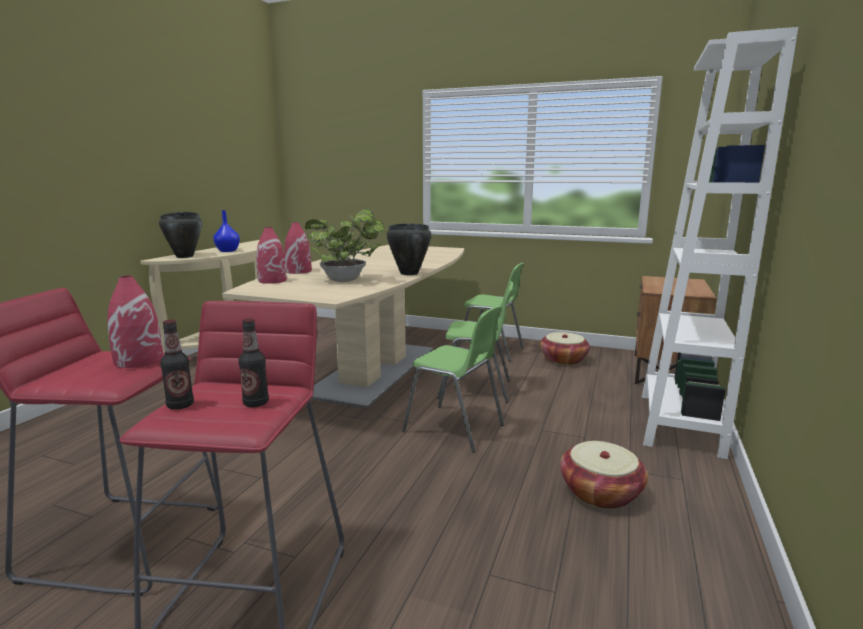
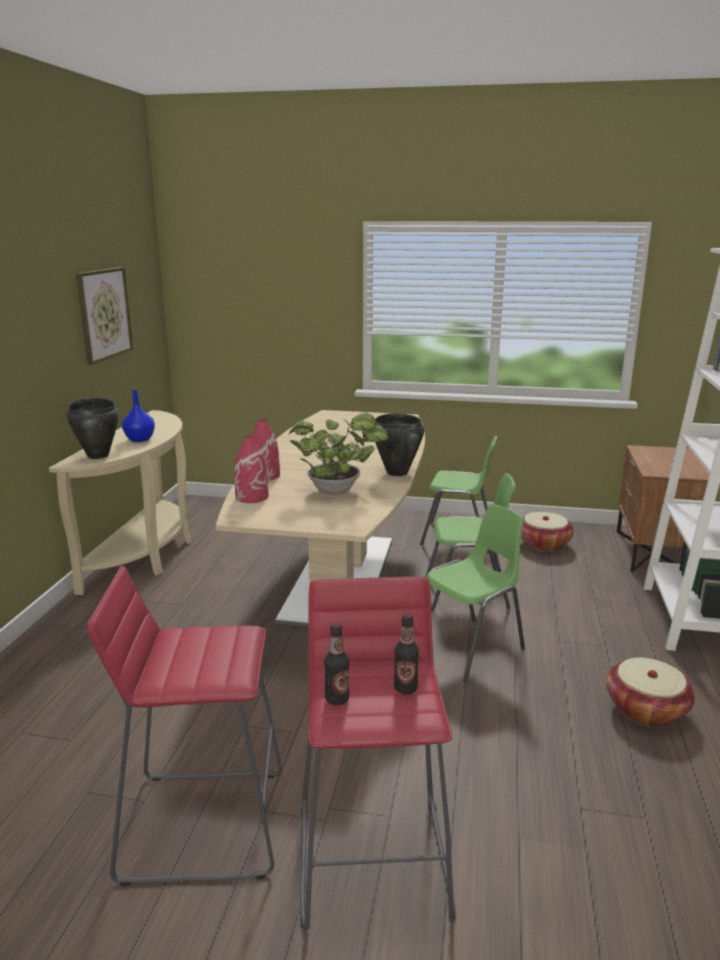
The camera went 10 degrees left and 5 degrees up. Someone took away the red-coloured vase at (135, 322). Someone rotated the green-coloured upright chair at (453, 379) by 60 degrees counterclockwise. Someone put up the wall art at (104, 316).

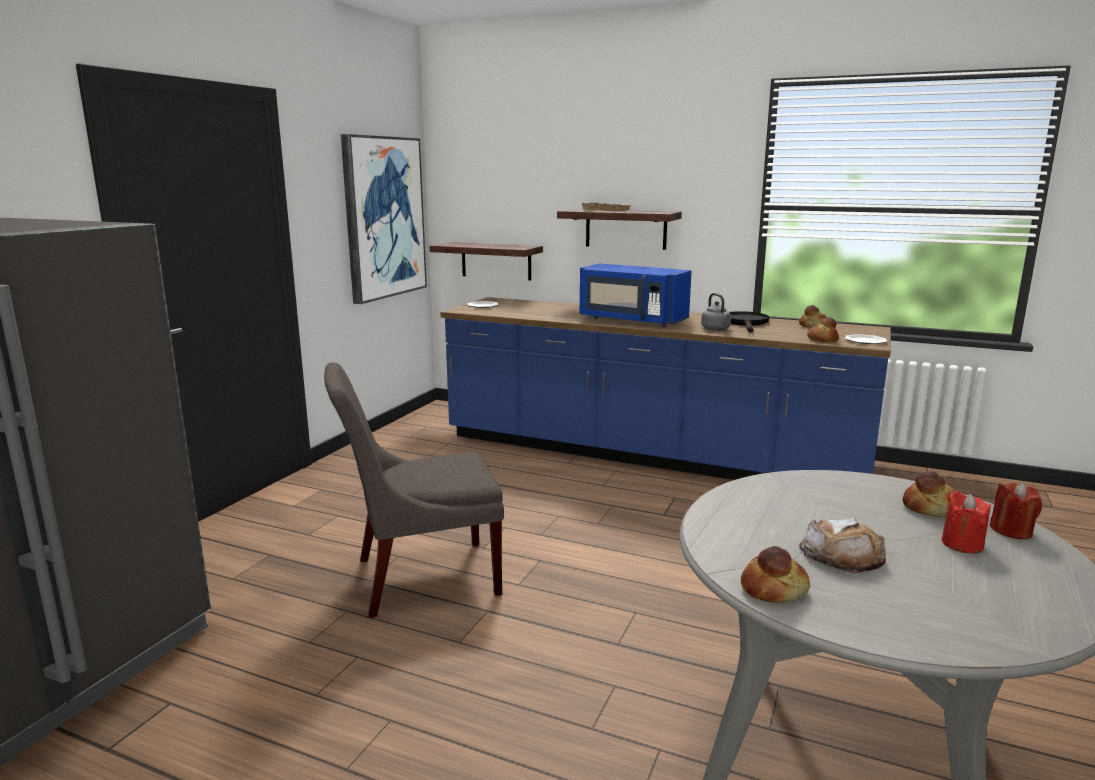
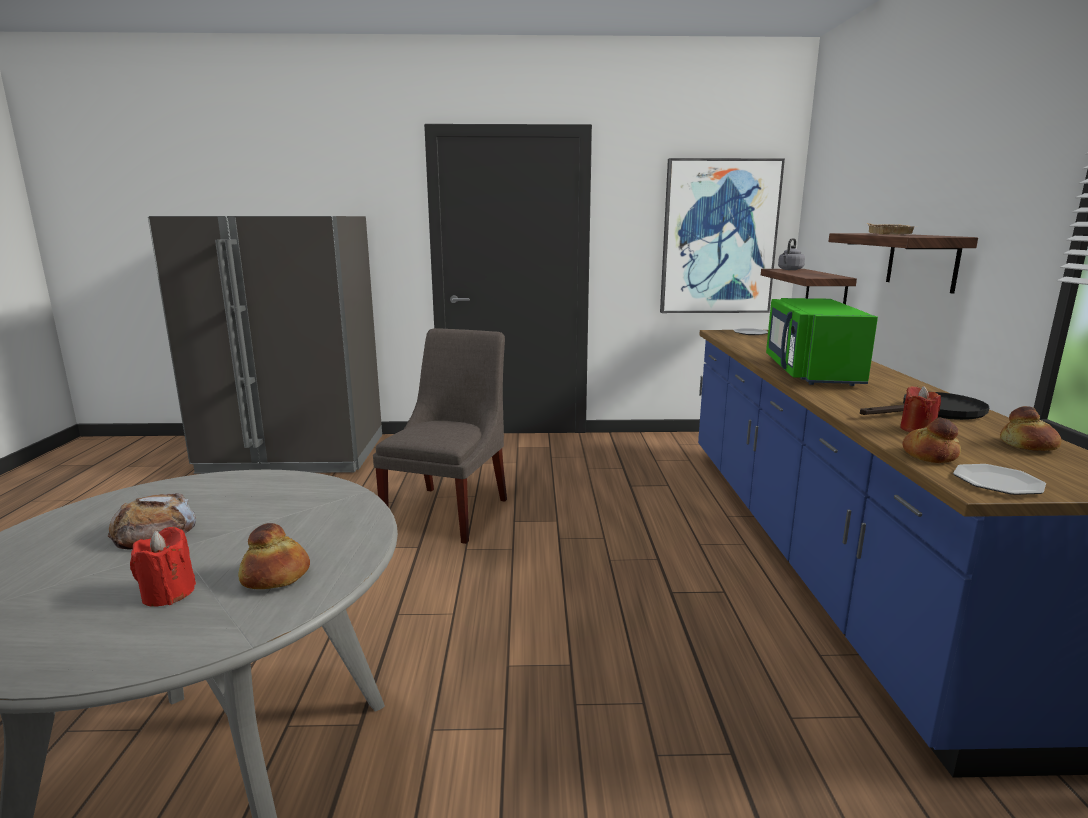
The camera went 65 degrees right and 0 degrees up. Someone repainted the blue-coloured microwave oven at (635, 295), which became the green-coloured microwave oven at (822, 342). Someone carried the greyish water kettle from (716, 312) to (791, 254). Someone rotated the greyish upright chair at (414, 490) by 60 degrees clockwise. Someone carried the red-coloured candle from (1015, 510) to (920, 409). Someone took away the baked bread at (775, 574).

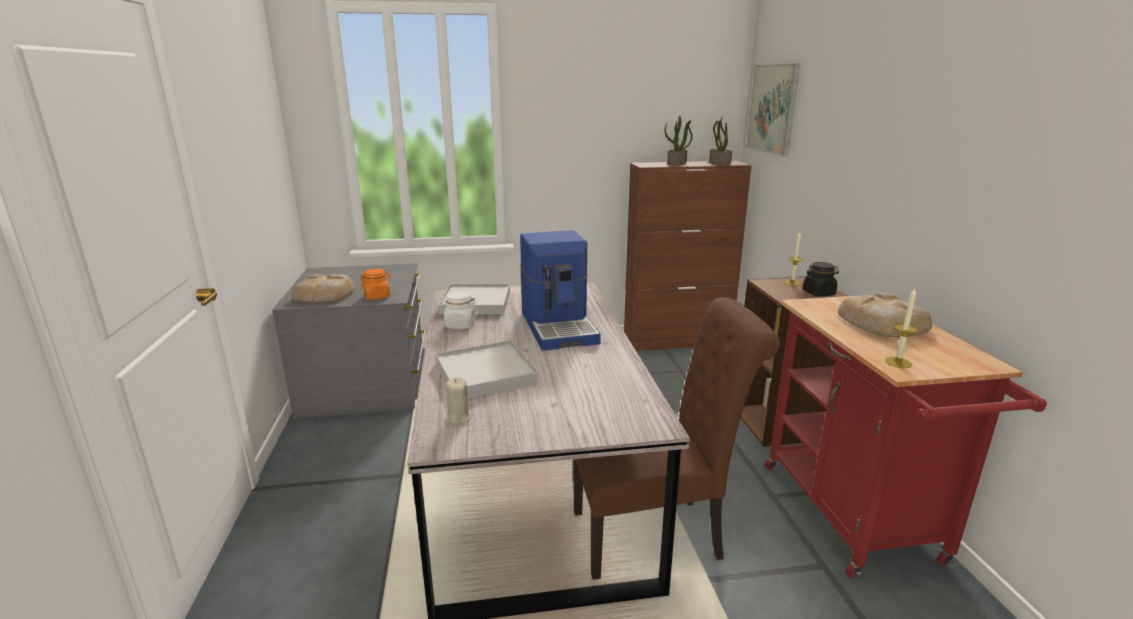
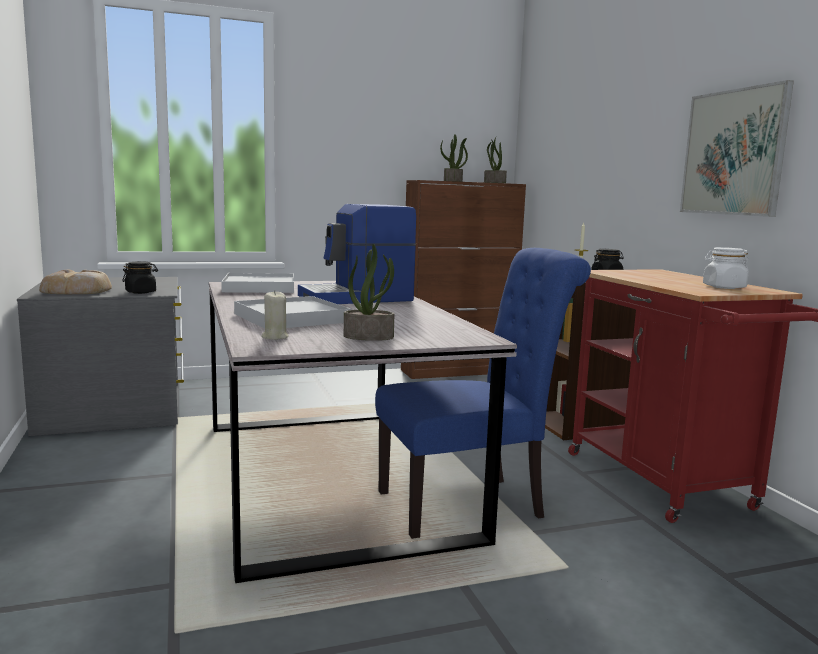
The camera went 10 degrees left and 10 degrees down. Someone carried the wall art from (773, 110) to (737, 148). Someone rotated the coffee brewer at (560, 290) by 90 degrees clockwise. Someone repainted the orange-coloured jar at (375, 284), which became the black jar at (140, 277). Someone took away the candle at (901, 328). Someone carried the whitish jar from (459, 310) to (726, 268). Someone took away the baked bread at (885, 315). Someone repainted the brown upright chair at (676, 438), which became the blue-coloured upright chair at (483, 393). Someone put down the plant in a pot at (369, 292).

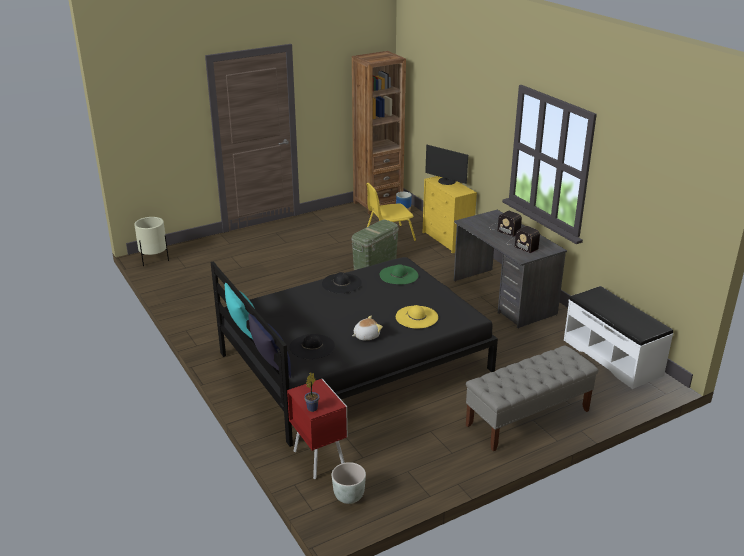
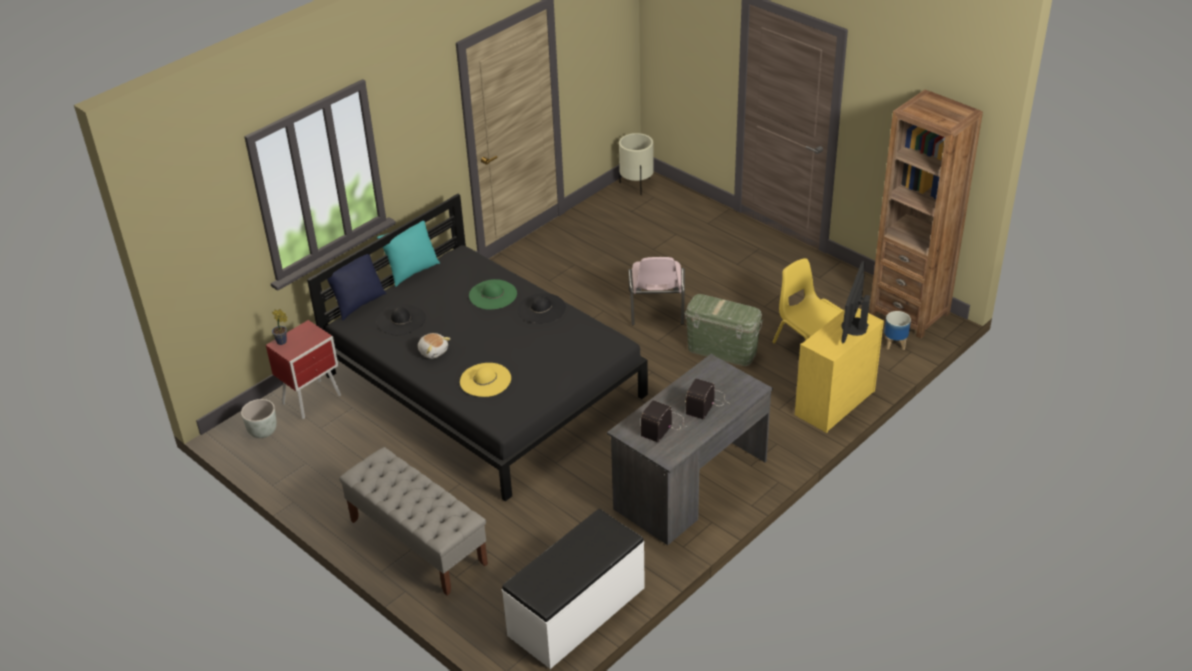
The camera went 75 degrees right and 10 degrees up. Someone carried the green-coloured wearable hat from (399, 274) to (493, 294). Someone put down the pink-coloured upright chair at (657, 291).

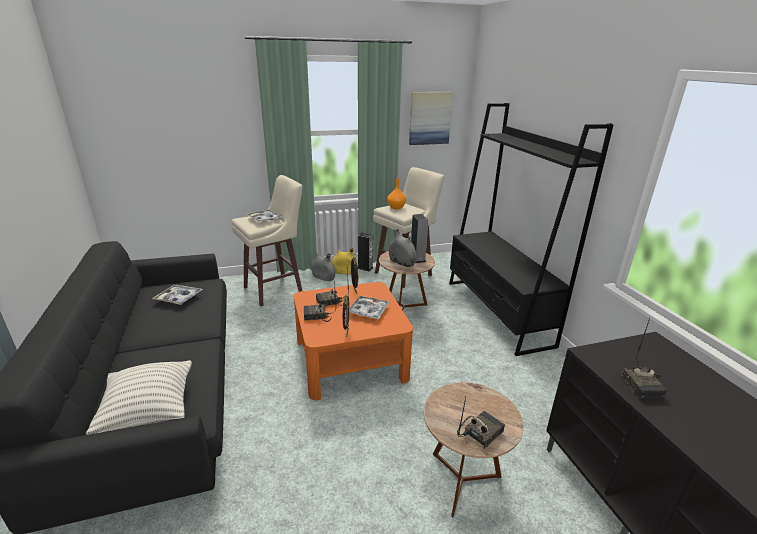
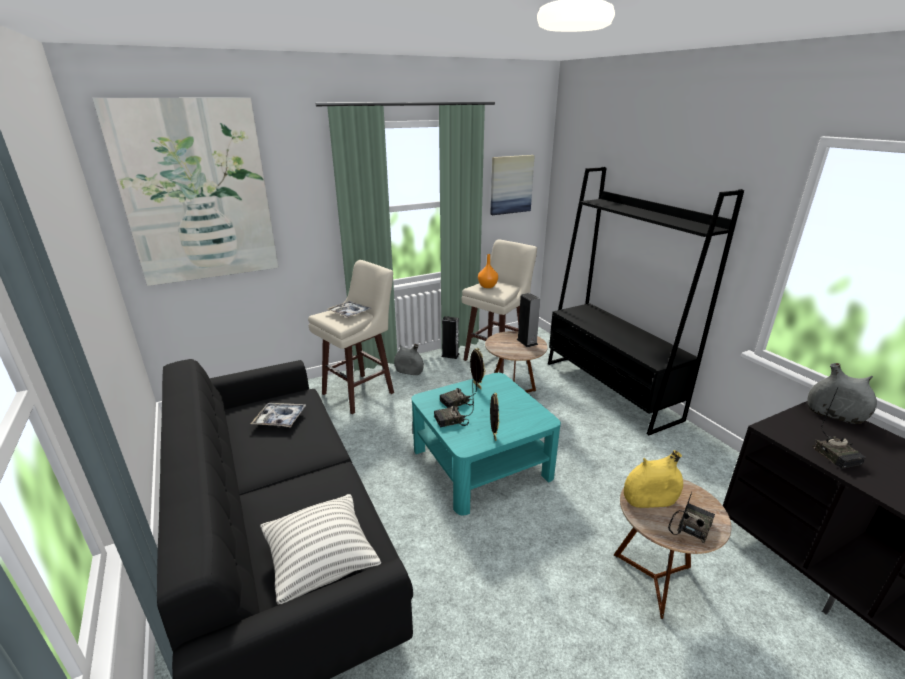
The camera went 10 degrees left and 0 degrees up. Someone carried the greyish vase from (402, 248) to (842, 393). Someone carried the yellow-coloured vase from (345, 261) to (653, 479). Someone repainted the orange-coloured low table at (353, 341), which became the turquoise low table at (486, 444). Someone took away the tray at (369, 307). Someone put up the wall art at (185, 191).

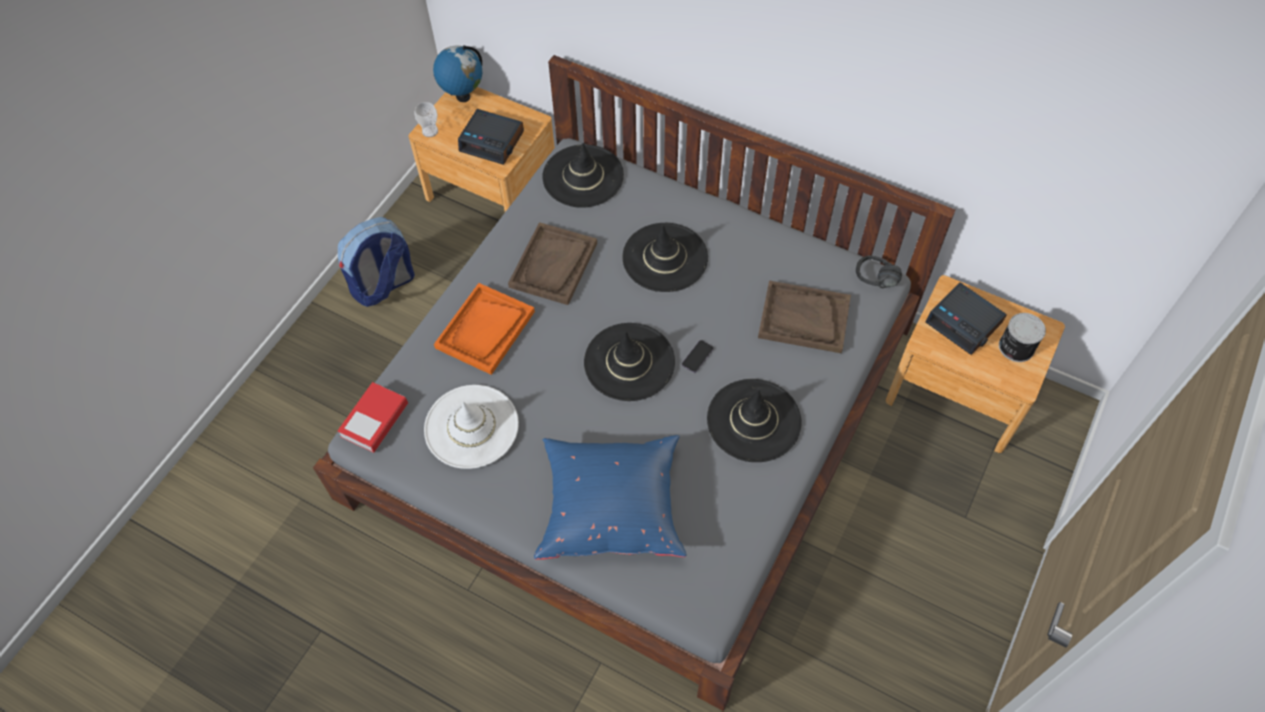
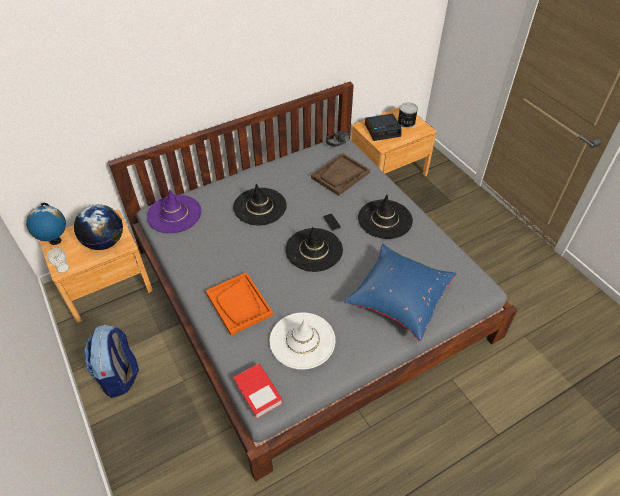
The camera went 60 degrees left and 10 degrees down. Someone swapped the table clock at (491, 137) for the desk globe at (98, 227). Someone repainted the black wearable hat at (583, 175), which became the purple-coloured wearable hat at (174, 211). Someone took away the brown tray at (552, 263).

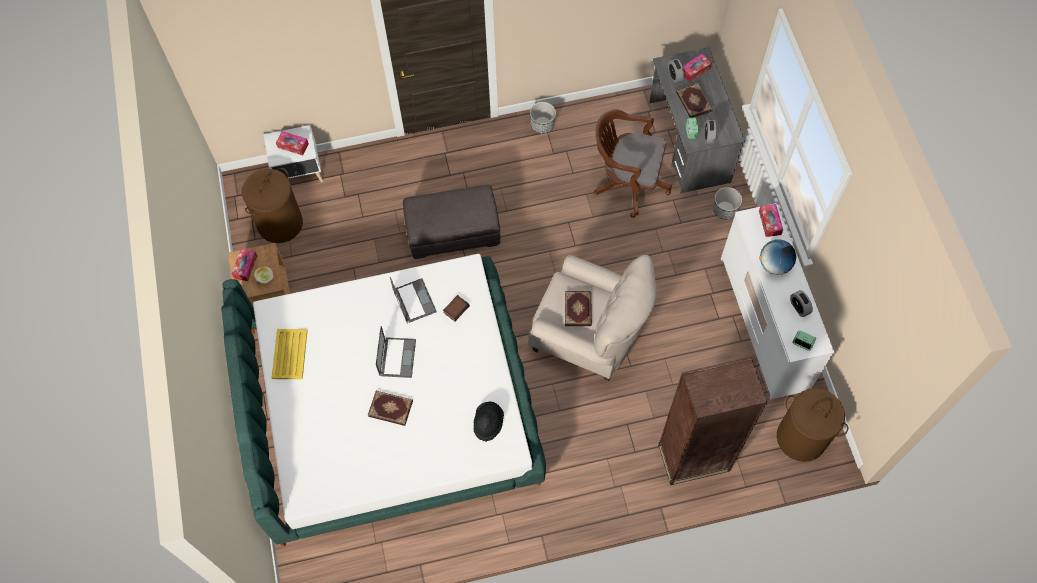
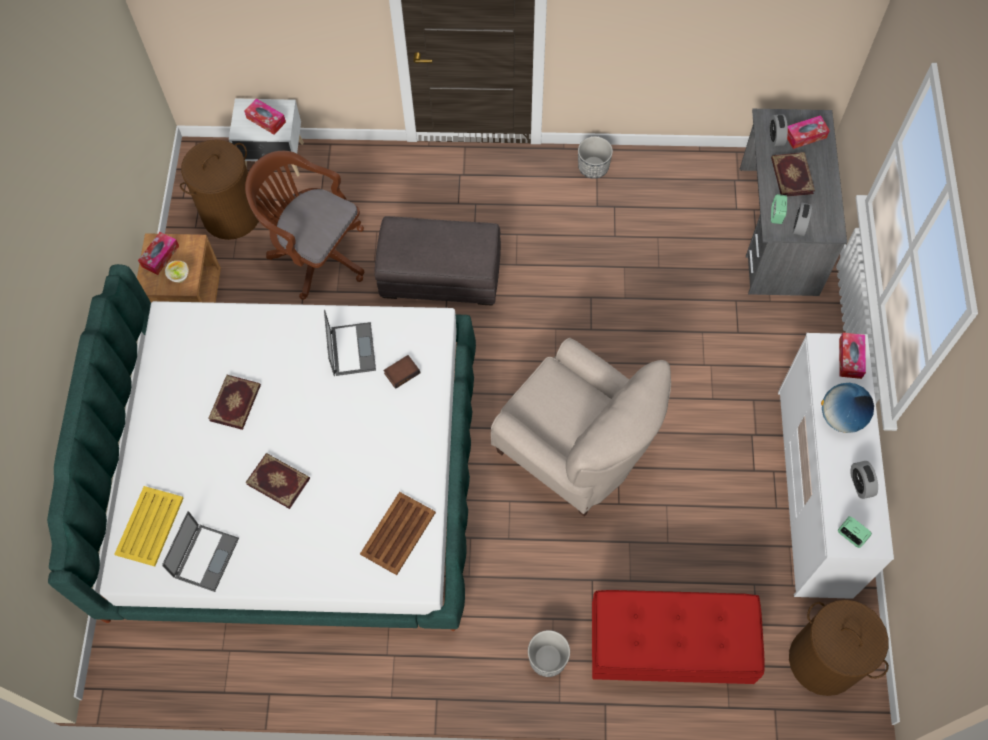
The camera went 15 degrees right and 0 degrees up. Someone carried the brown office chair from (633, 163) to (305, 225). Someone carried the planter from (727, 203) to (549, 653). Someone carried the bound book from (578, 308) to (234, 402). Someone carried the notebook computer from (396, 352) to (200, 551). Someone carried the yellow-coloured tray from (290, 354) to (149, 526). Someone swapped the brown shelving unit at (712, 421) for the red-coloured indoor bench at (678, 637). Someone swapped the black wearable hat at (489, 422) for the brown tray at (398, 533).

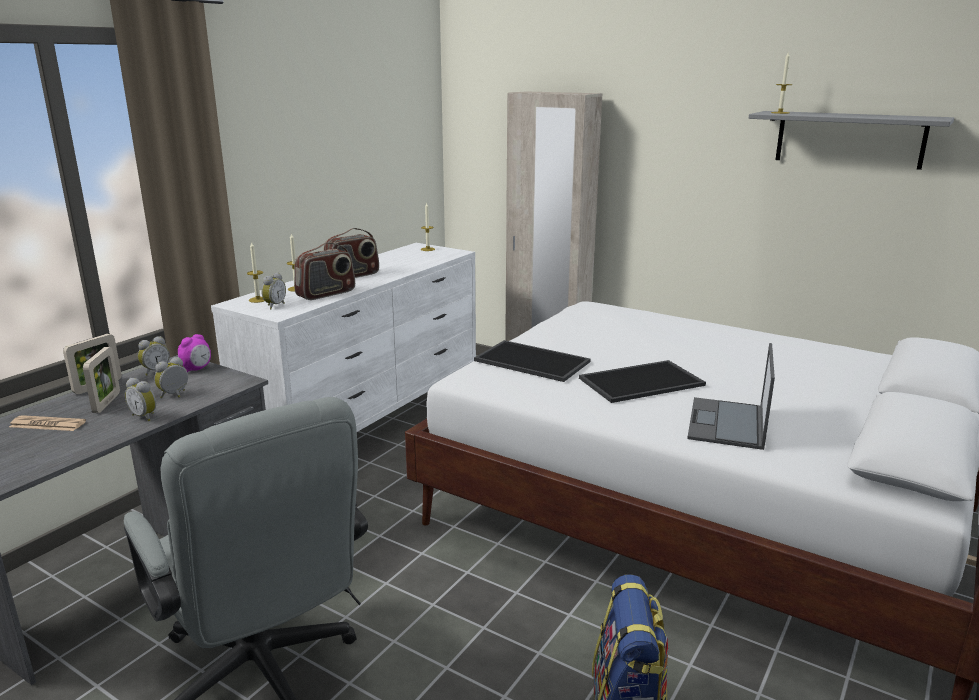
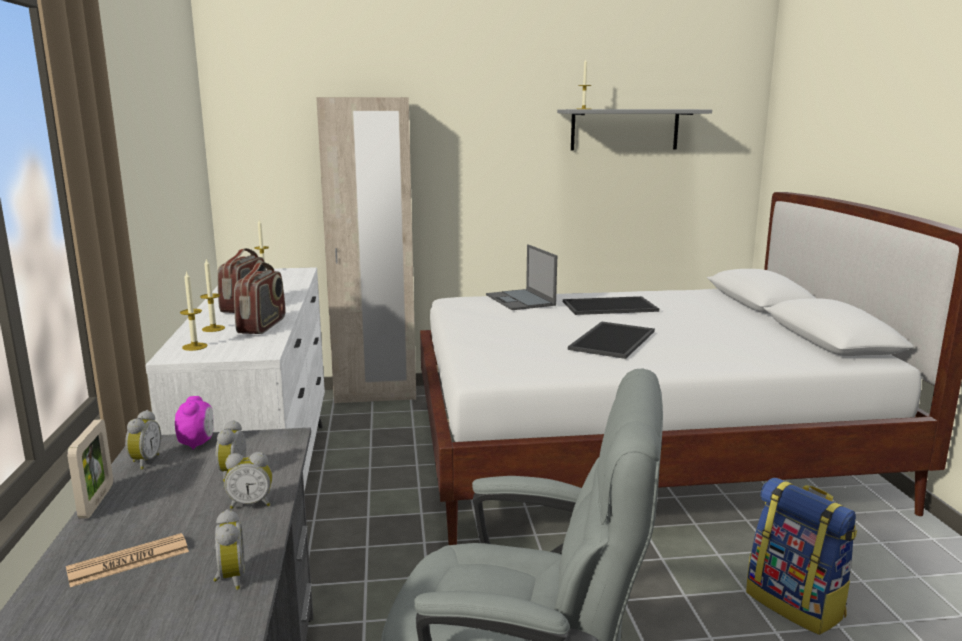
The camera went 40 degrees left and 5 degrees down. Someone carried the table clock from (273, 290) to (229, 549). Someone carried the tray from (532, 361) to (611, 305). Someone carried the notebook computer from (731, 396) to (521, 277). Someone took away the picture frame at (101, 380).

